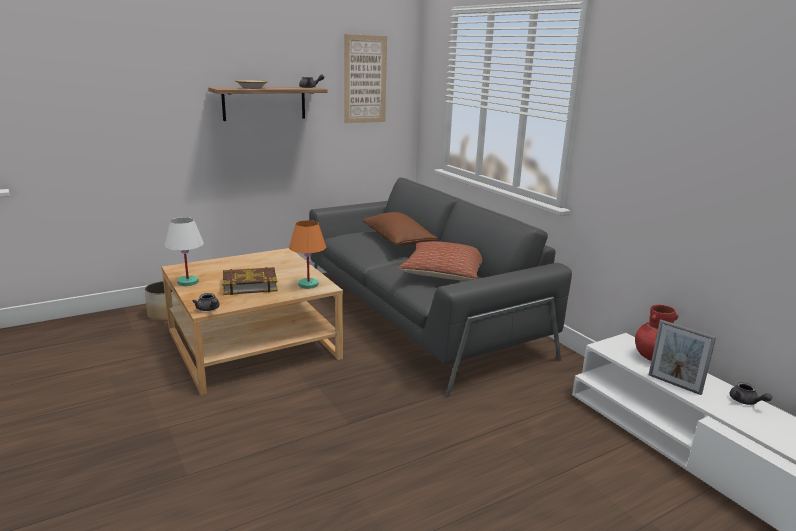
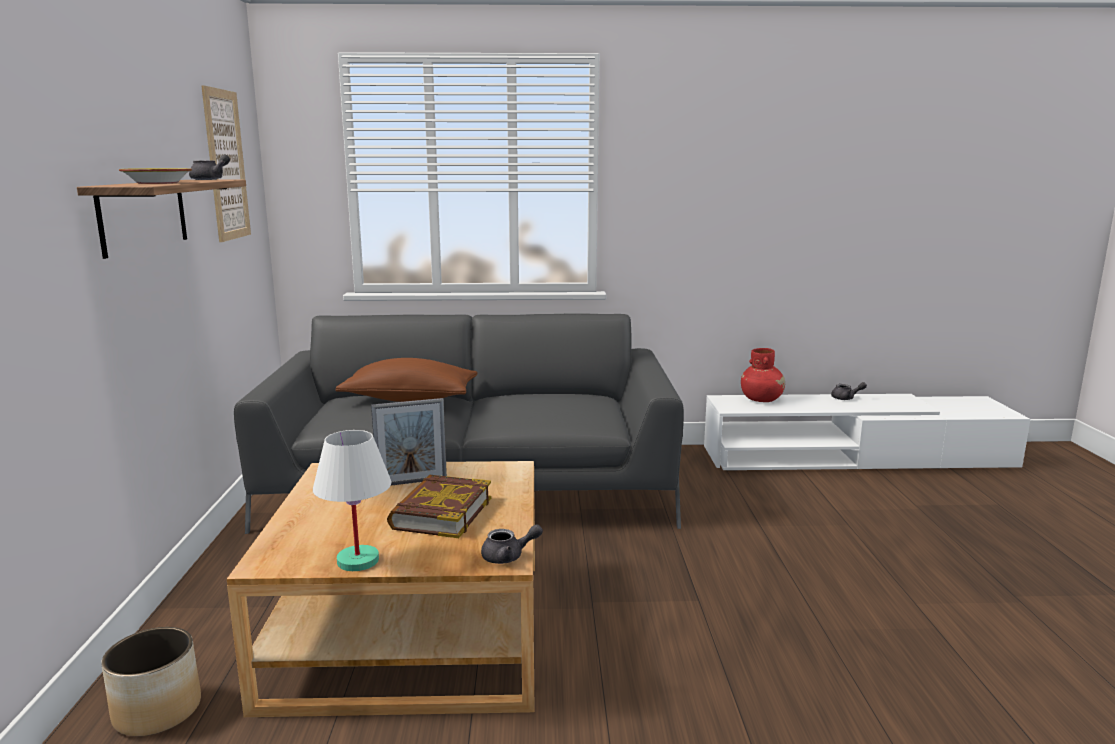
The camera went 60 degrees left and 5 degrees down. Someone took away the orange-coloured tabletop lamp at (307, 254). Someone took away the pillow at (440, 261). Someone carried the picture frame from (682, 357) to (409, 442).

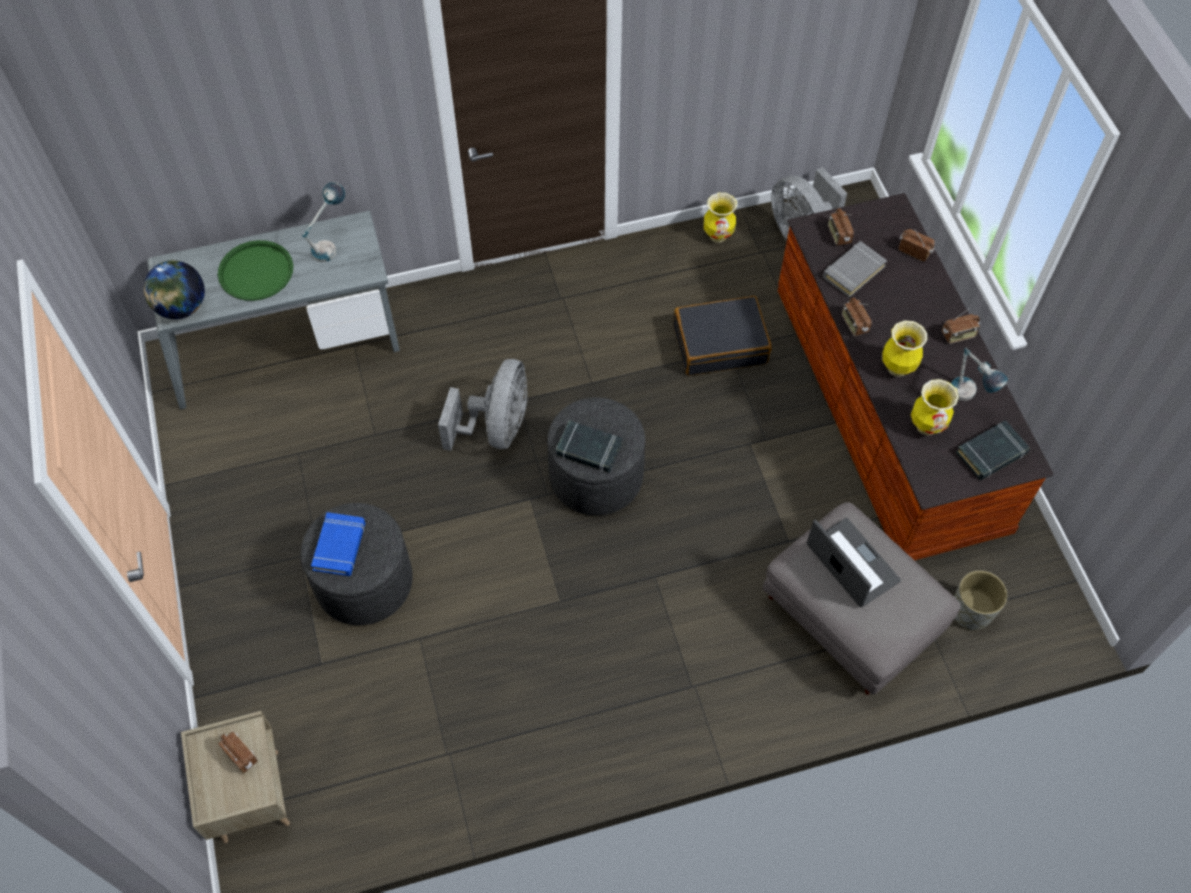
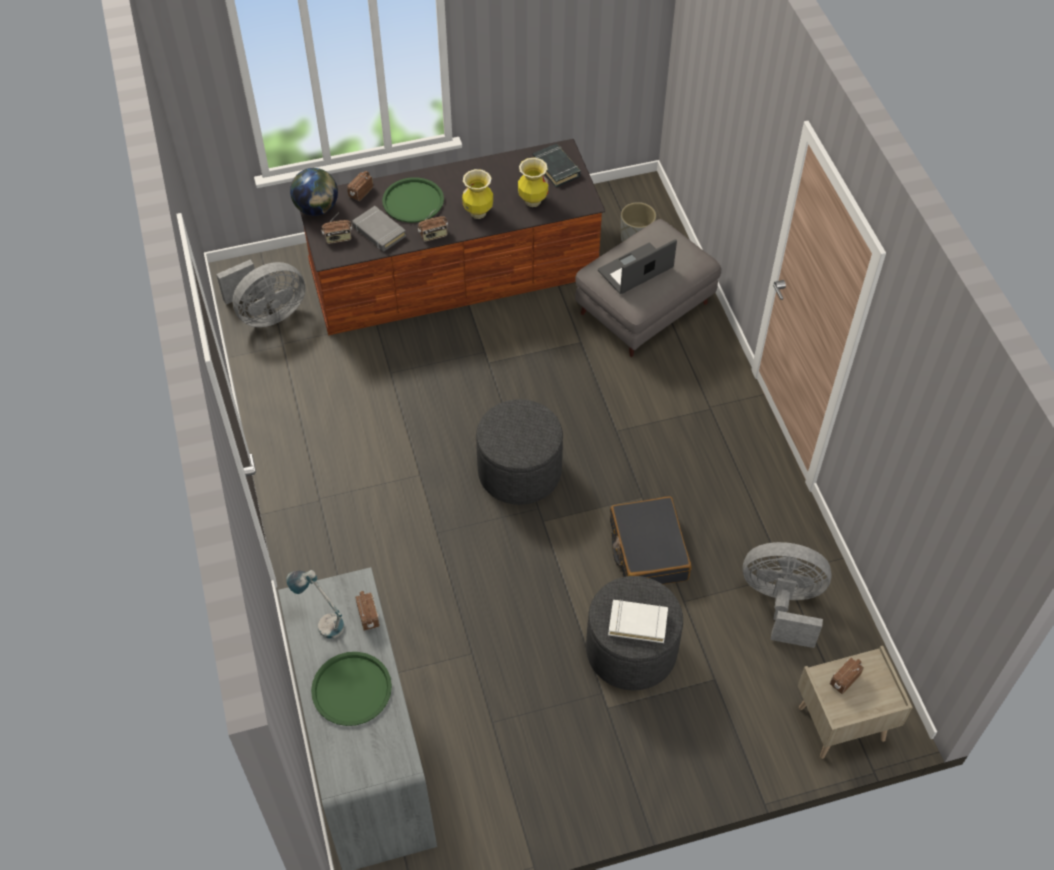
The camera went 90 degrees left and 5 degrees down. Someone took away the vase at (720, 218). Someone carried the desk globe from (174, 289) to (314, 192). Someone carried the black travel case from (722, 336) to (650, 540). Someone carried the radio receiver from (961, 325) to (367, 611). Someone took away the tabletop lamp at (979, 374). Someone carried the greyish fan from (483, 405) to (787, 595). Someone took away the black bound book at (589, 446). Someone repainted the blue-coloured bound book at (338, 544), which became the whitish bound book at (638, 621). Someone put down the green-coloured tray at (413, 200).

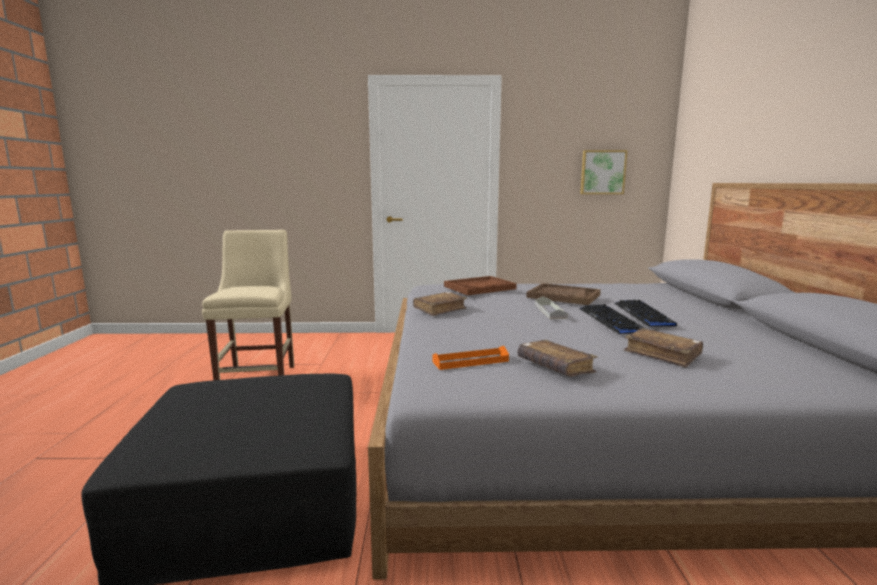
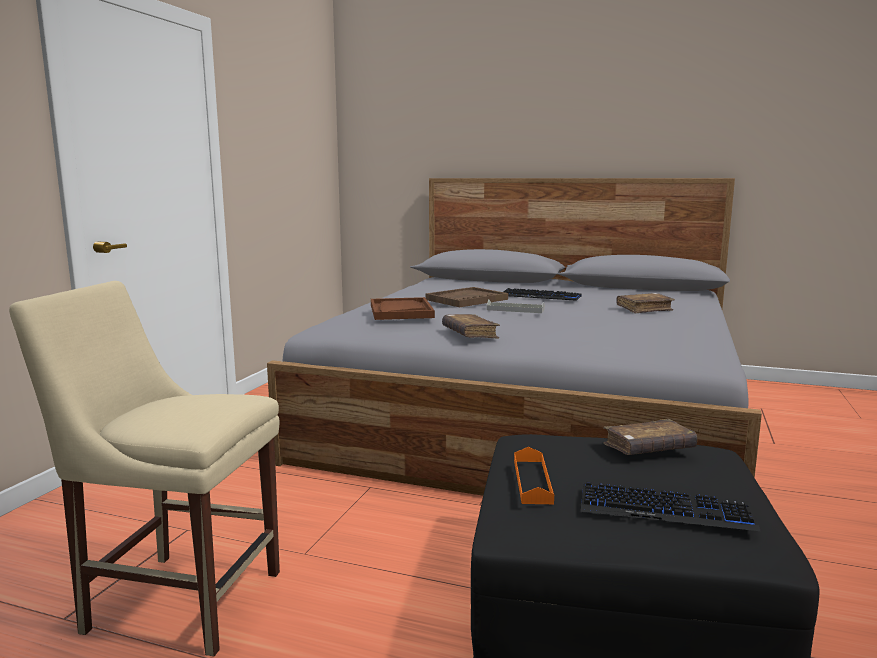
The camera went 70 degrees left and 0 degrees up. Someone took away the wall art at (603, 172). Someone carried the computer keyboard from (611, 319) to (670, 506). Someone carried the brown bound book from (558, 358) to (650, 437). Someone carried the orange-coloured tray from (470, 358) to (534, 475).

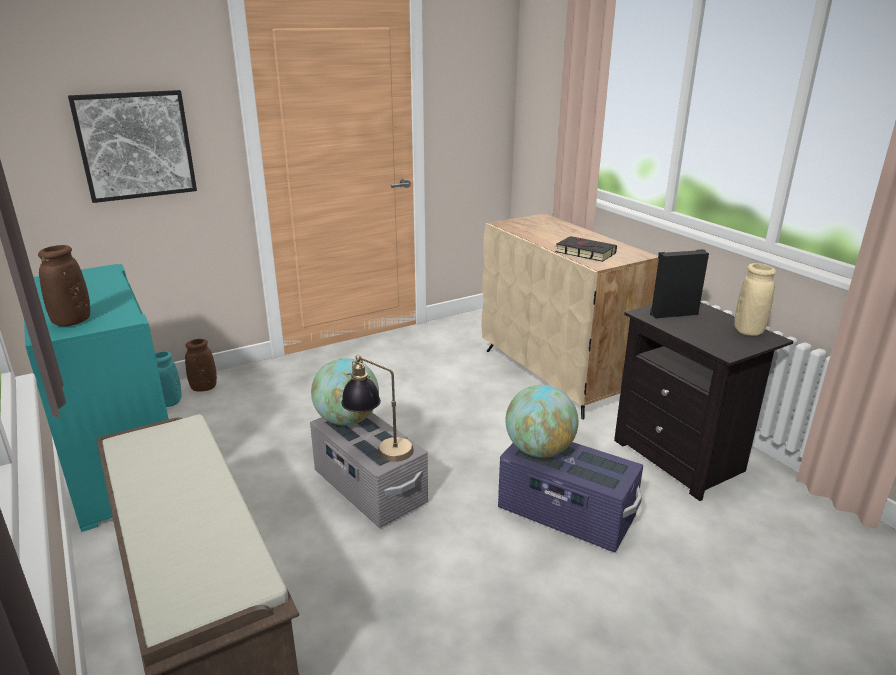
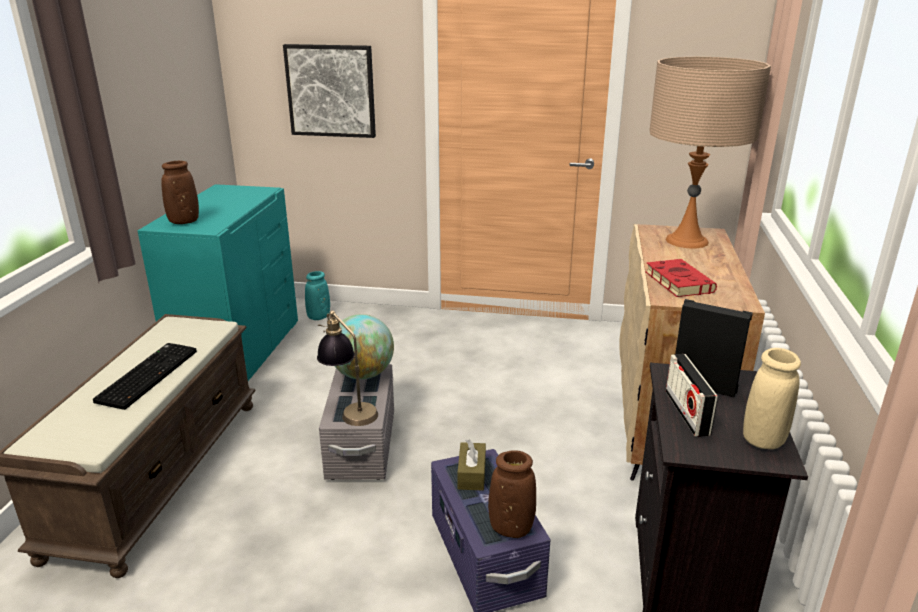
The camera went 40 degrees right and 0 degrees up. Someone repainted the black bound book at (586, 249), which became the red-coloured bound book at (681, 278). Someone carried the brown vase from (201, 365) to (512, 494). Someone swapped the desk globe at (542, 421) for the brown box of tissues at (472, 465). Someone put down the sand-coloured tabletop lamp at (710, 153). Someone put down the computer keyboard at (145, 376). Someone put down the radio receiver at (692, 395).

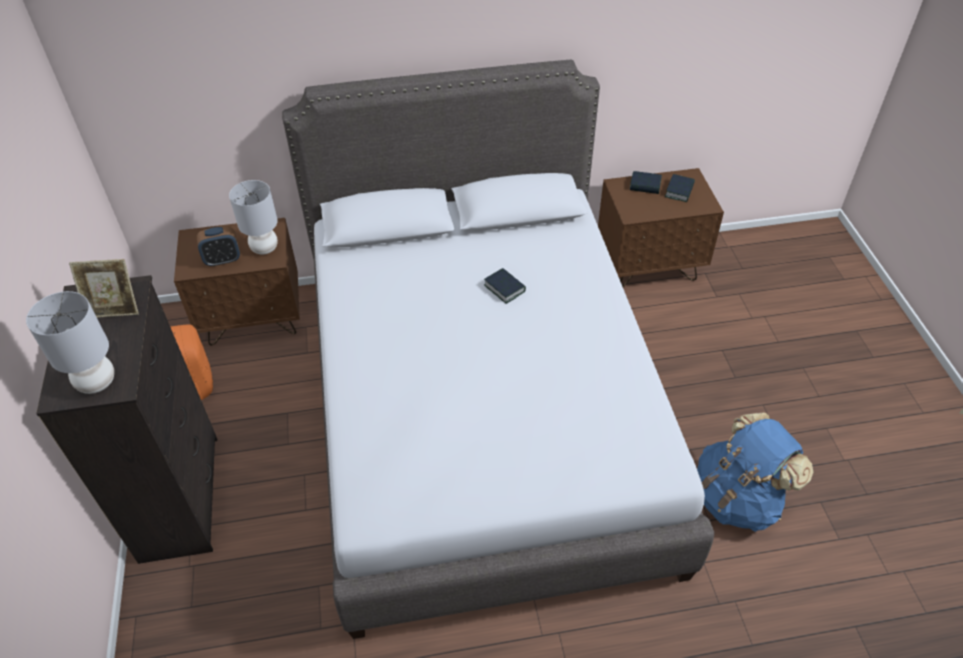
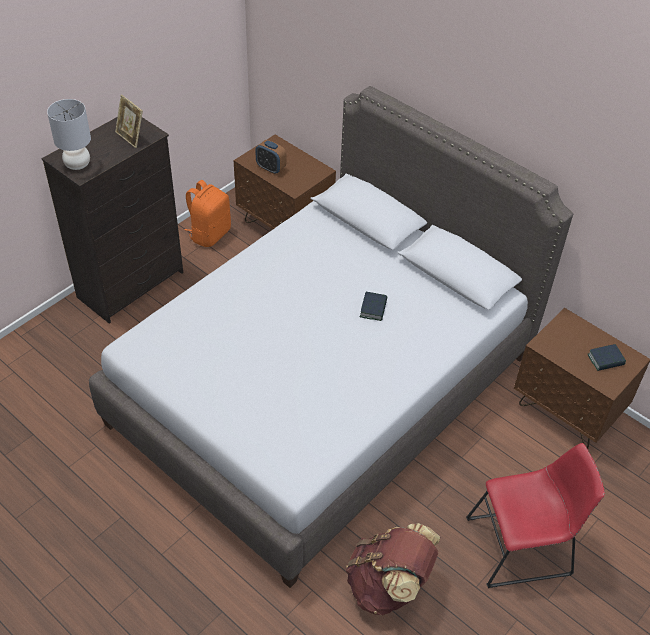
The camera went 50 degrees right and 0 degrees up. Someone took away the bound book at (646, 182). Someone took away the greyish tabletop lamp at (253, 217). Someone repainted the blue-coloured backpack at (755, 472), which became the brown backpack at (393, 569). Someone put down the red-coloured upright chair at (535, 515).

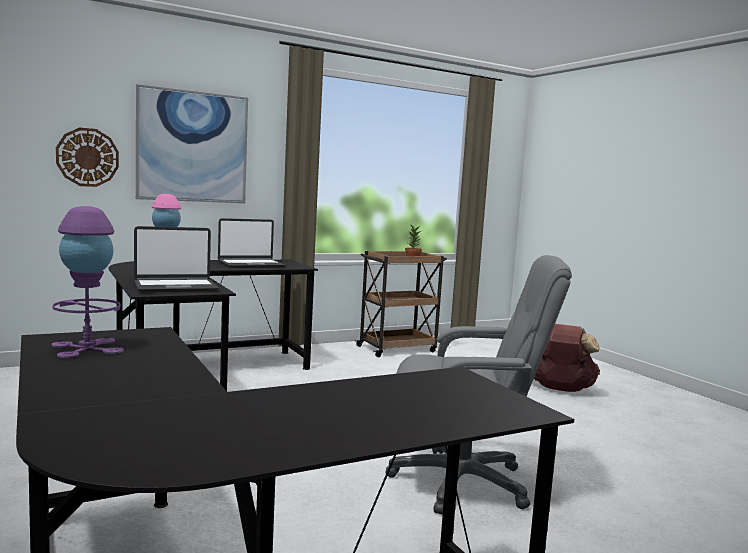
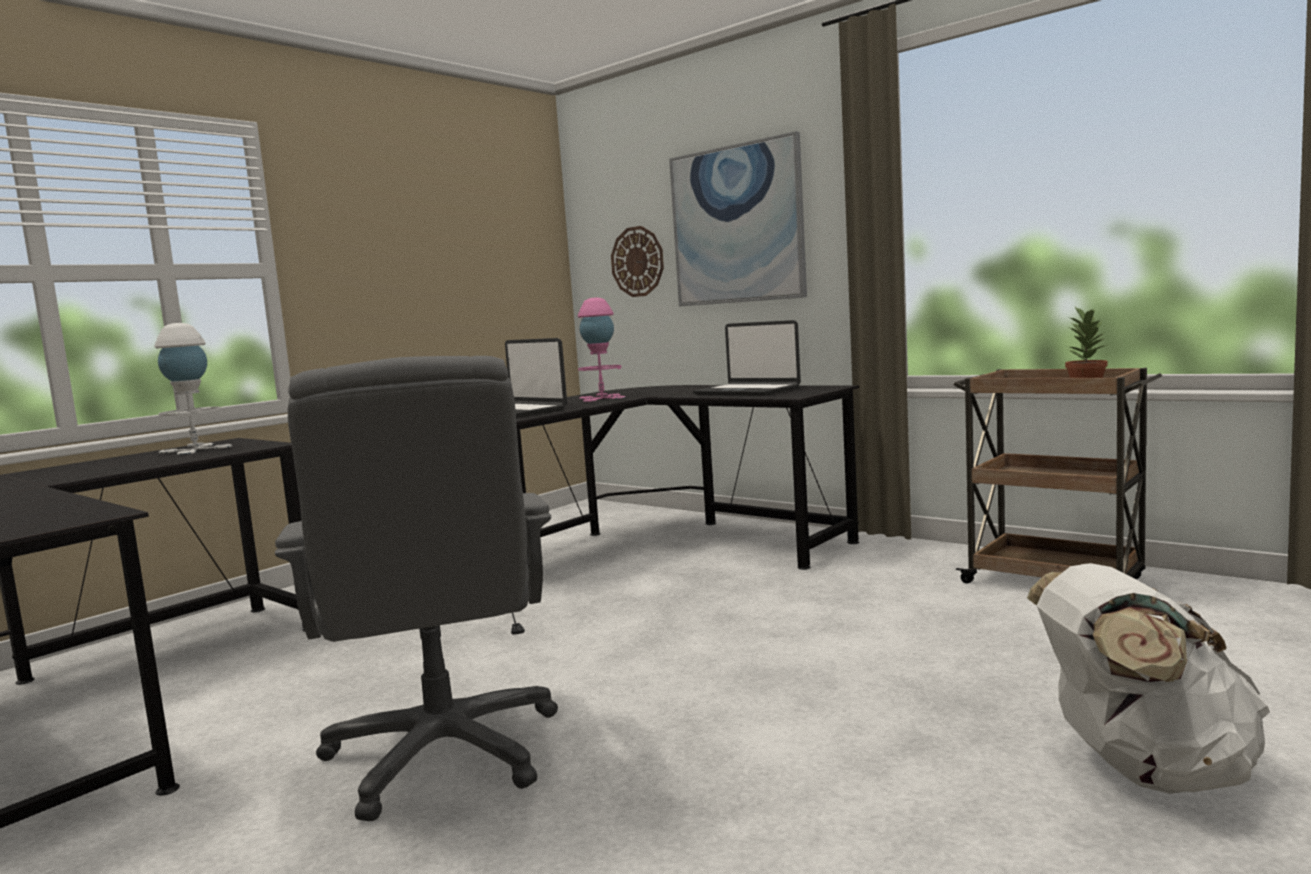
The camera went 70 degrees right and 0 degrees up. Someone repainted the purple-coloured tabletop lamp at (87, 282), which became the whitish tabletop lamp at (193, 389). Someone repainted the brown backpack at (567, 358), which became the whitish backpack at (1148, 678).

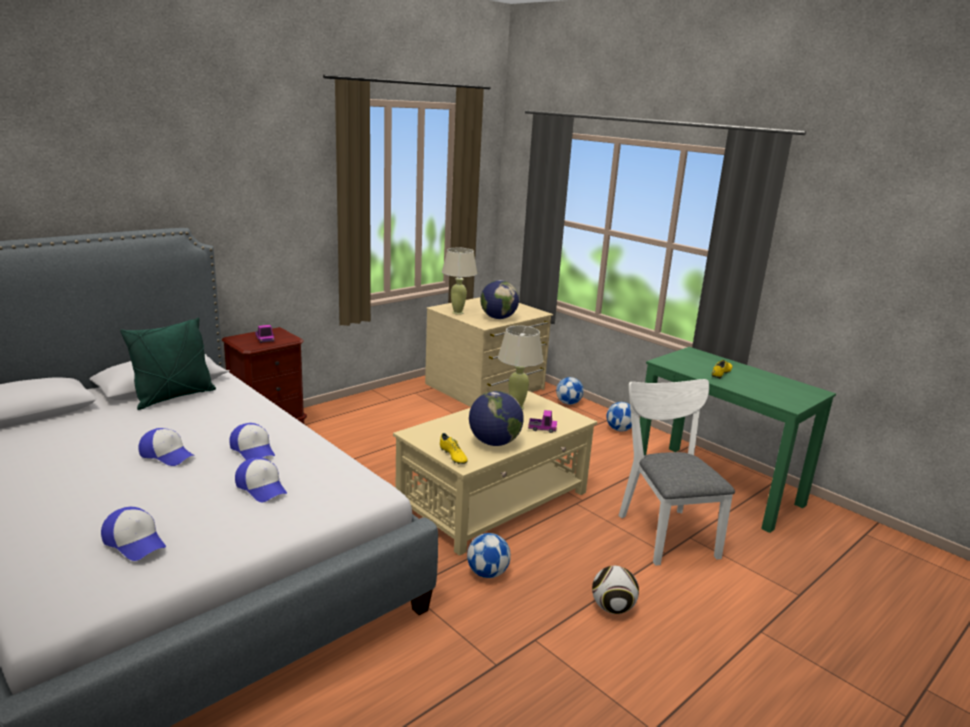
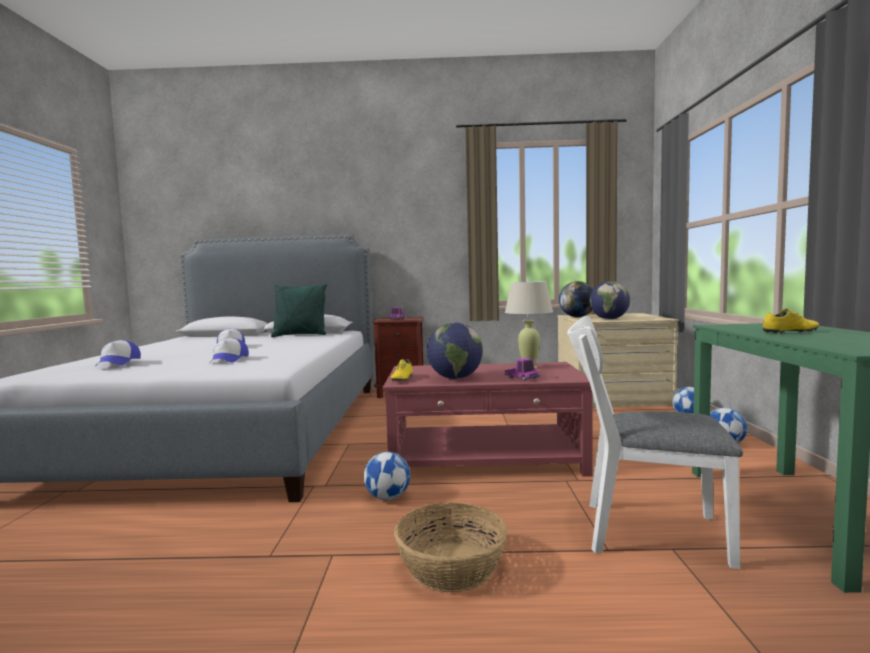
The camera went 45 degrees right and 15 degrees down. Someone swapped the sand-coloured tabletop lamp at (459, 281) for the desk globe at (576, 299). Someone rotated the whitish upright chair at (677, 472) by 105 degrees counterclockwise. Someone repainted the sand-coloured low table at (495, 473), which became the red-coloured low table at (488, 419). Someone took away the cap at (252, 441). Someone swapped the ball for football at (615, 590) for the basket at (451, 547).

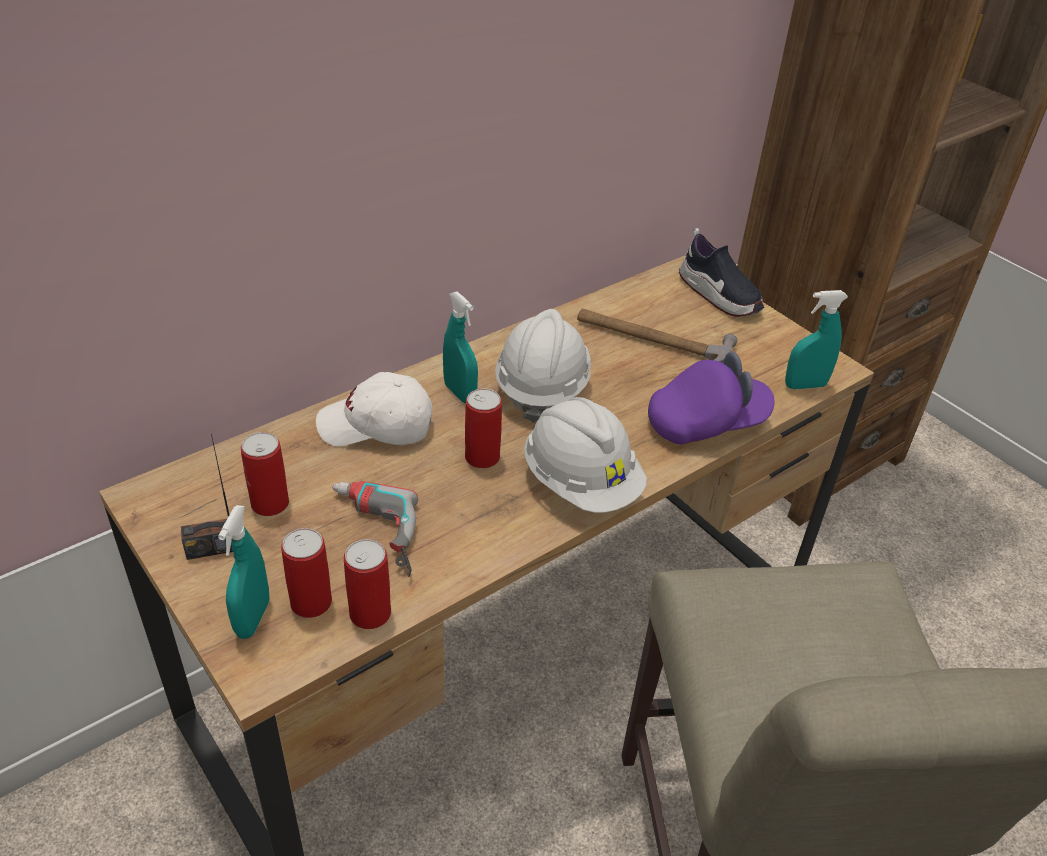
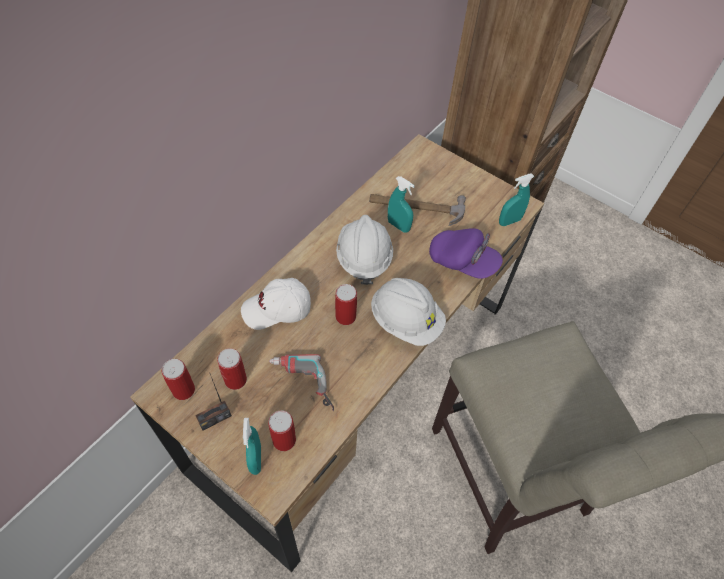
The camera went 15 degrees left and 15 degrees up. Someone took away the low shoe at (721, 272). Someone carried the turquoise sprayer from (460, 347) to (401, 204). Someone rotated the purple-coloured cap at (711, 398) by 60 degrees clockwise. Someone carried the metal can from (367, 584) to (178, 379).

